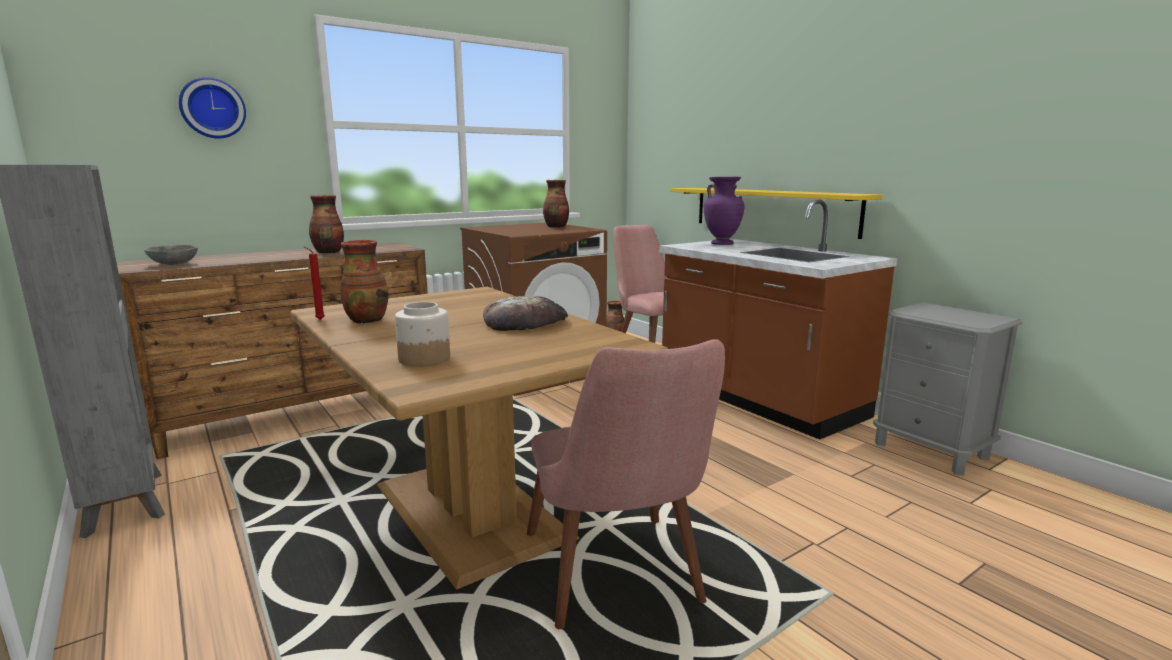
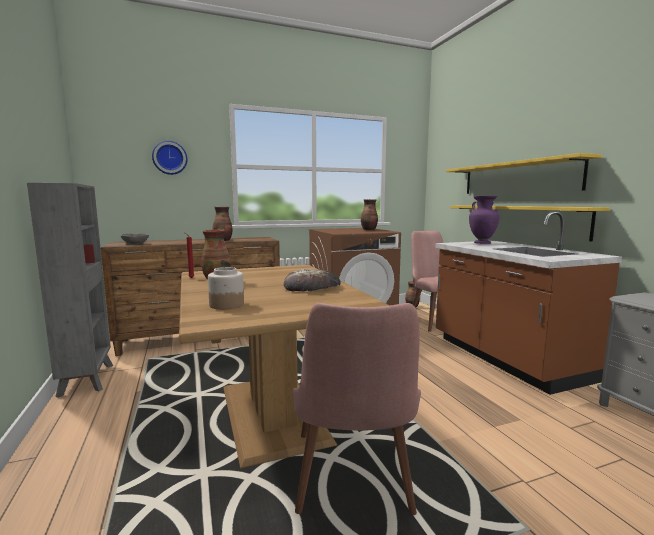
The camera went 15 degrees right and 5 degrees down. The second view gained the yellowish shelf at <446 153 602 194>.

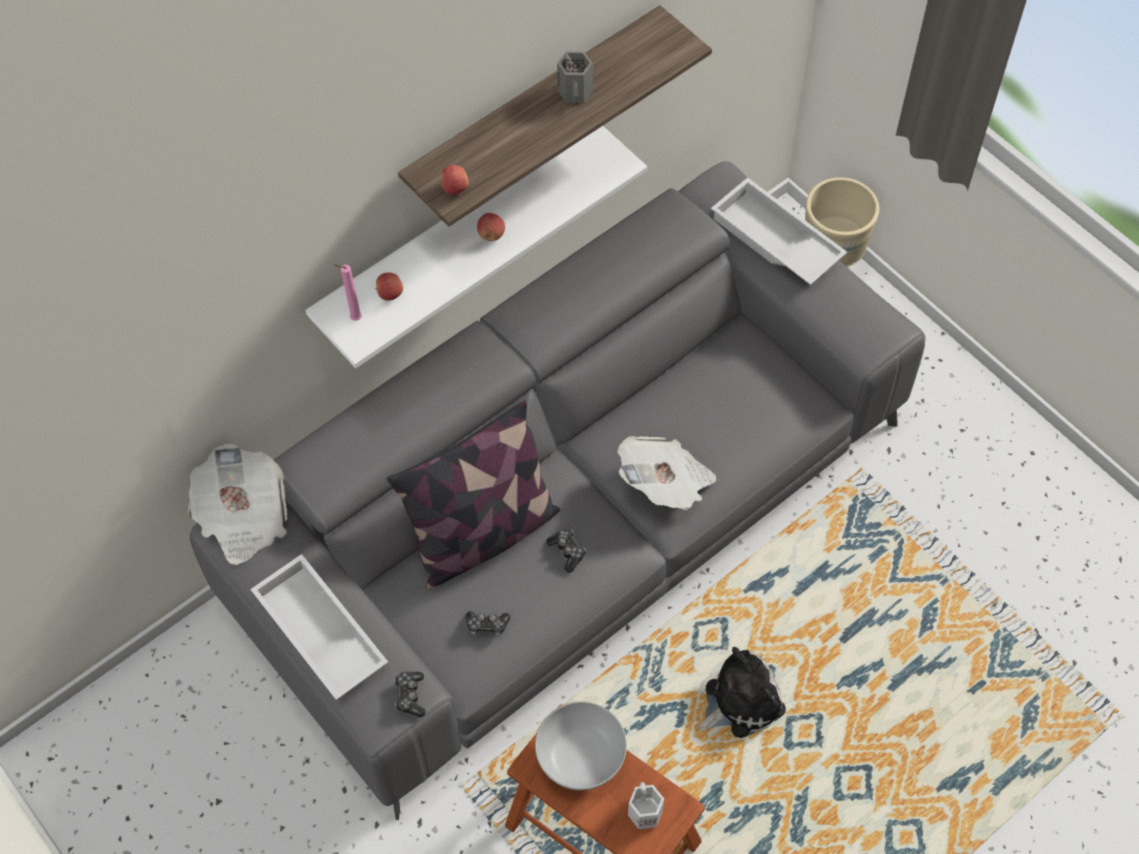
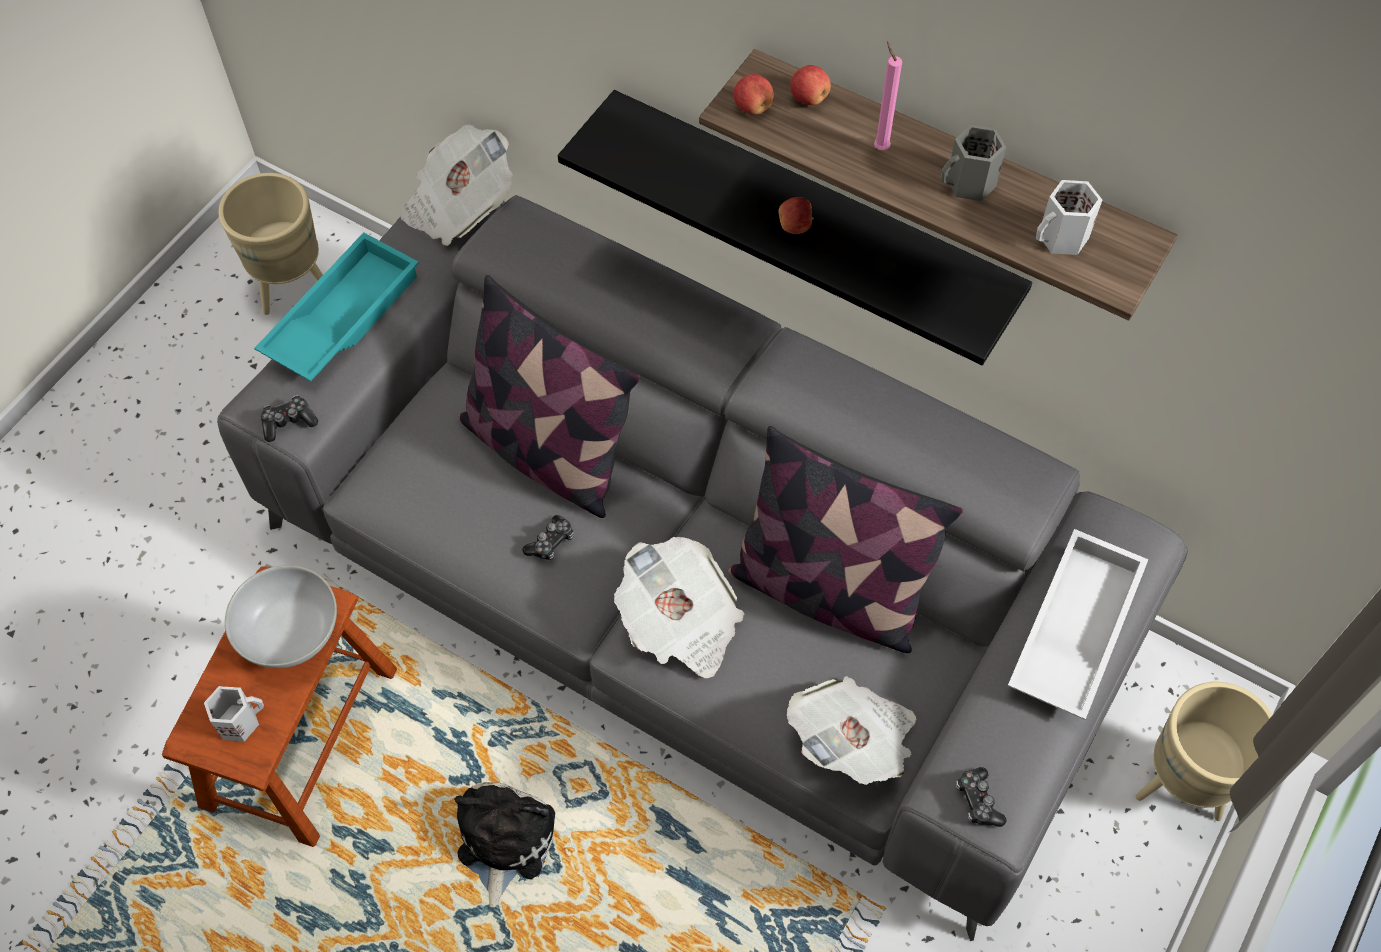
The camera went 70 degrees right and 0 degrees up. What was the white shelf at <305 126 647 368> turned into the black-coloured shelf at <558 90 1032 365>. The pinkish candle ended up elsewhere, having gone from <334 264 362 321> to <874 41 902 150>. The apple fruit ended up elsewhere, having gone from <375 272 403 301> to <790 65 831 105>. What was the white tray at <250 554 388 700> turned into the turquoise-coloured tray at <254 232 419 381>. The gamepad ended up elsewhere, having gone from <465 611 510 637> to <956 767 1007 827>. The soft toy at <698 647 786 738> ended up facing another way, 120 degrees counterclockwise from before. The second view gained the sand-coloured planter at <218 173 323 315>. The second view gained the white tea mug at <1036 180 1102 255>. The second view gained the throw pillow at <727 426 963 653>. The second view gained the printed paper at <787 676 916 785>.

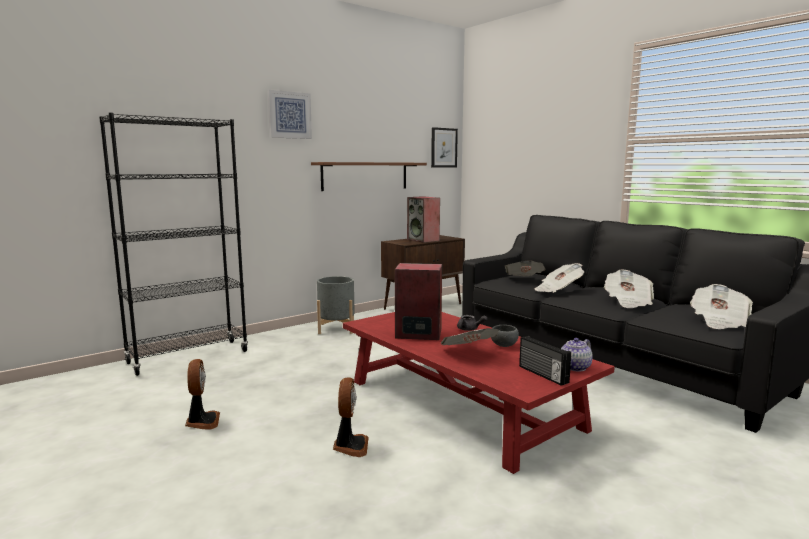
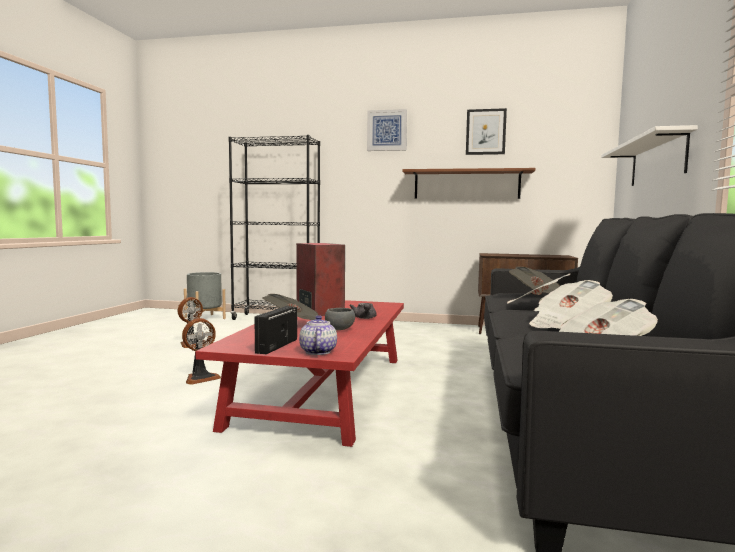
The camera went 50 degrees right and 5 degrees down. The wall art ended up elsewhere, having gone from <431 127 458 167> to <466 108 507 155>. The second view lost the audio speaker at <407 196 440 243>. The greyish planter ended up elsewhere, having gone from <317 276 355 334> to <184 272 226 323>. The pot for tea at <561 338 593 372> ended up facing another way, 75 degrees clockwise from before. The second view gained the white shelf at <601 125 698 186>.

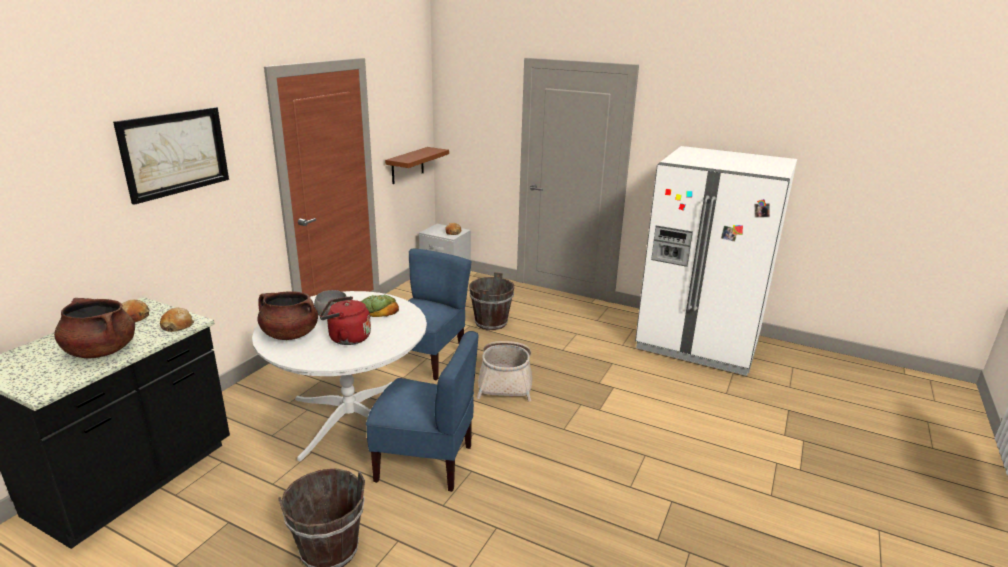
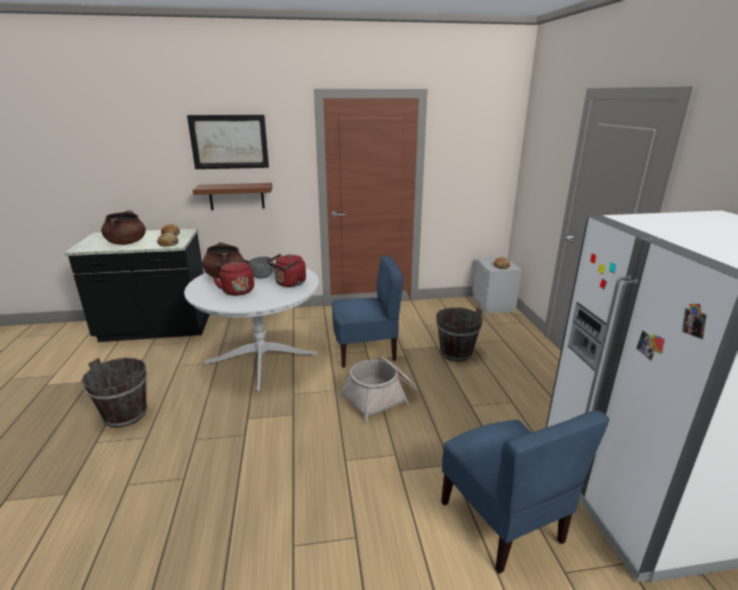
The camera went 55 degrees right and 0 degrees up. The brownish shelf ended up elsewhere, having gone from <385 147 449 184> to <193 183 272 210>. Where the bread stood at <361 295 399 317>, the red water kettle came to stand at <267 254 306 287>. The bluish upright chair ended up elsewhere, having gone from <366 331 479 492> to <441 411 609 574>.

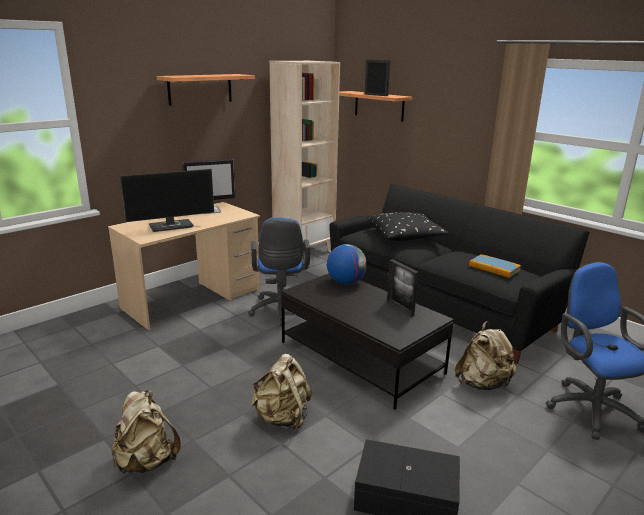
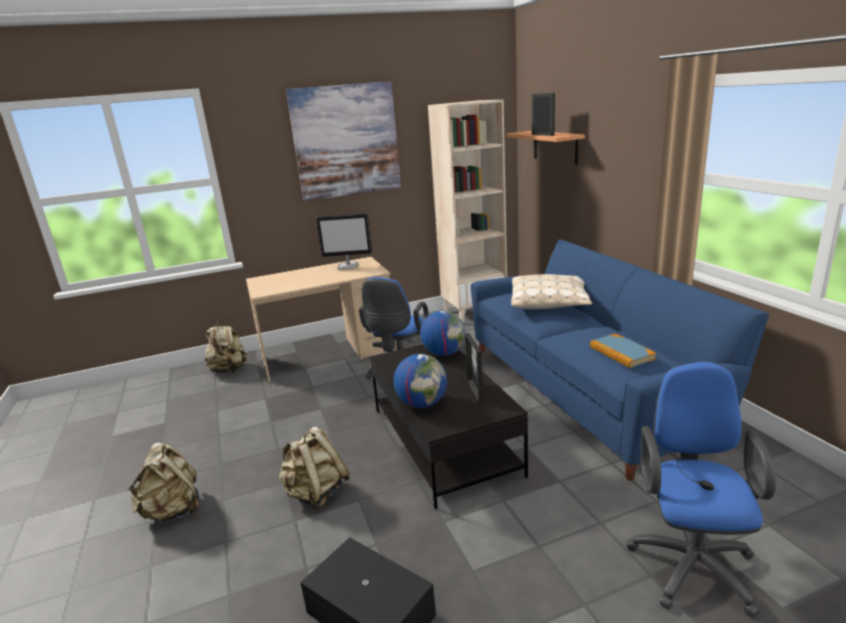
The camera went 25 degrees right and 0 degrees up. Where the shelf hung at <157 74 255 106>, the wall art came to hang at <286 81 401 201>. The second view lost the computer screen at <120 169 214 232>. What was the black-coloured sofa at <329 184 589 364> turned into the bluish sofa at <471 239 769 481>. What was the black-coloured throw pillow at <367 212 449 241> turned into the sand-coloured throw pillow at <511 274 592 309>. The sand-coloured knapsack ended up elsewhere, having gone from <455 321 516 390> to <205 319 247 373>. The second view gained the world globe at <394 354 447 408>.

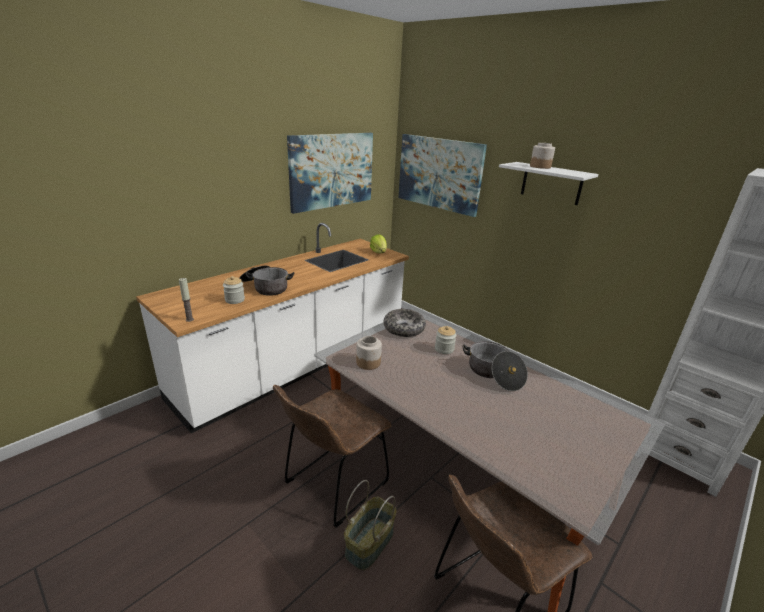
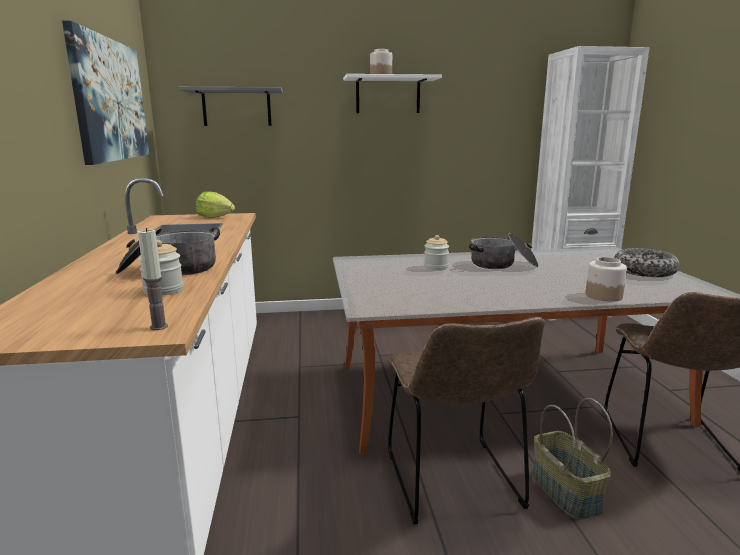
The camera went 50 degrees left and 10 degrees down. Where the wall art hung at <398 134 487 217>, the greyish shelf came to hang at <179 87 283 126>. The deep dish ended up elsewhere, having gone from <384 309 426 337> to <614 248 680 277>. The jar ended up elsewhere, having gone from <356 336 382 370> to <585 257 627 302>.

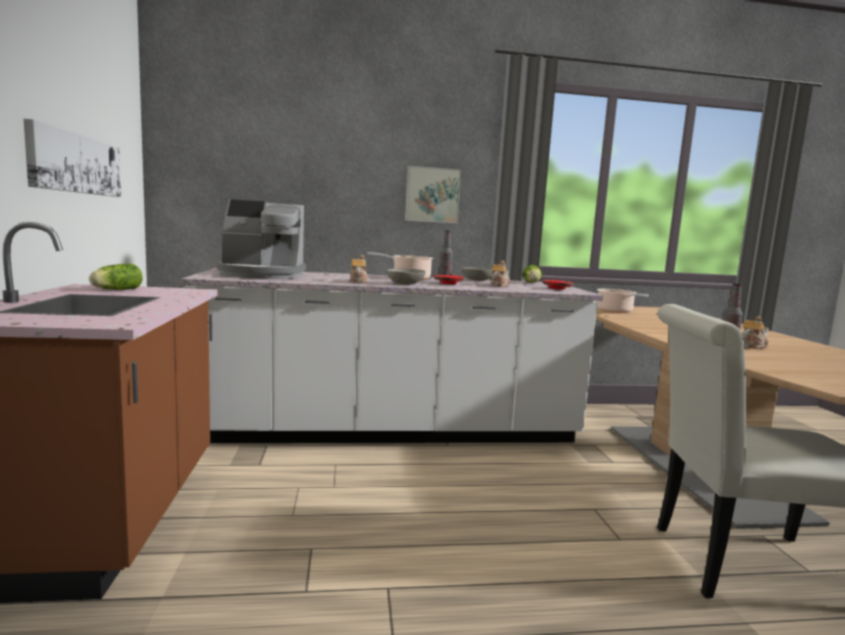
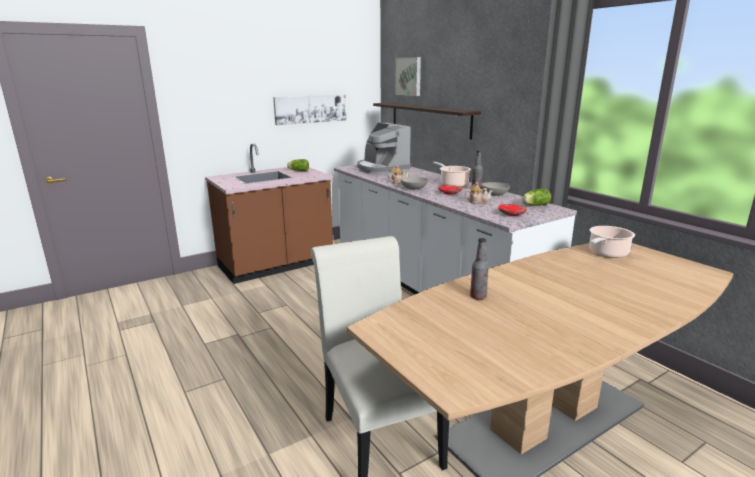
The camera went 65 degrees right and 10 degrees up. The wall art ended up elsewhere, having gone from <405 166 462 224> to <395 57 421 96>. The second view lost the pot for tea at <742 316 769 349>. The second view gained the shelf at <373 102 481 139>.

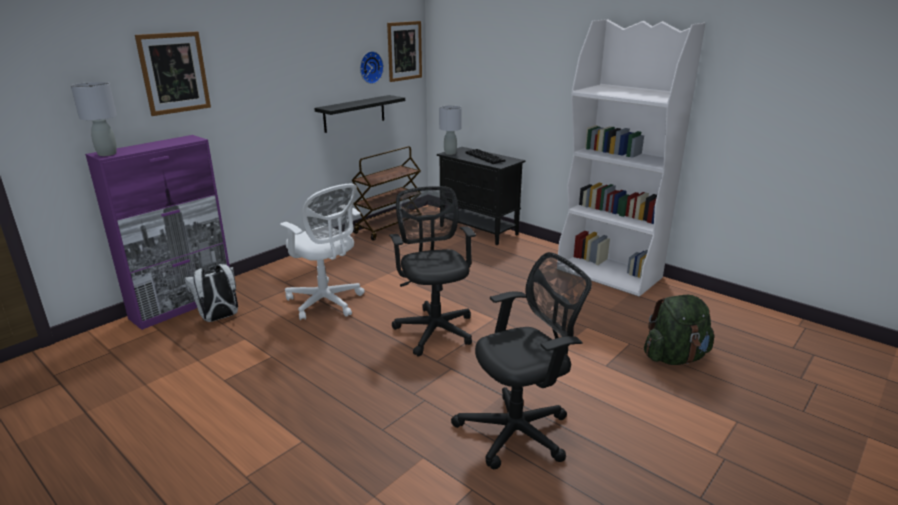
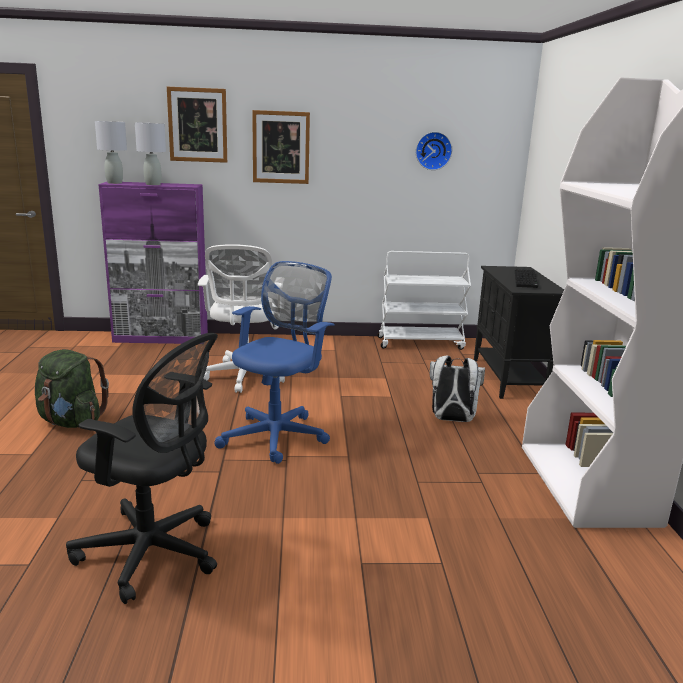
The camera went 45 degrees right and 5 degrees down. The wall art ended up elsewhere, having gone from <387 21 422 82> to <252 110 310 184>. The second view lost the black-coloured shelf at <314 95 405 133>. The greyish table lamp ended up elsewhere, having gone from <439 106 462 155> to <135 123 166 185>. What was the brownish trolley at <351 146 421 241> turned into the white trolley at <377 251 471 350>. What was the black-coloured office chair at <389 186 476 357> turned into the bluish office chair at <214 261 335 464>. The white knapsack ended up elsewhere, having gone from <184 264 238 322> to <430 356 485 422>. The greenish knapsack ended up elsewhere, having gone from <644 295 714 365> to <35 349 109 428>.

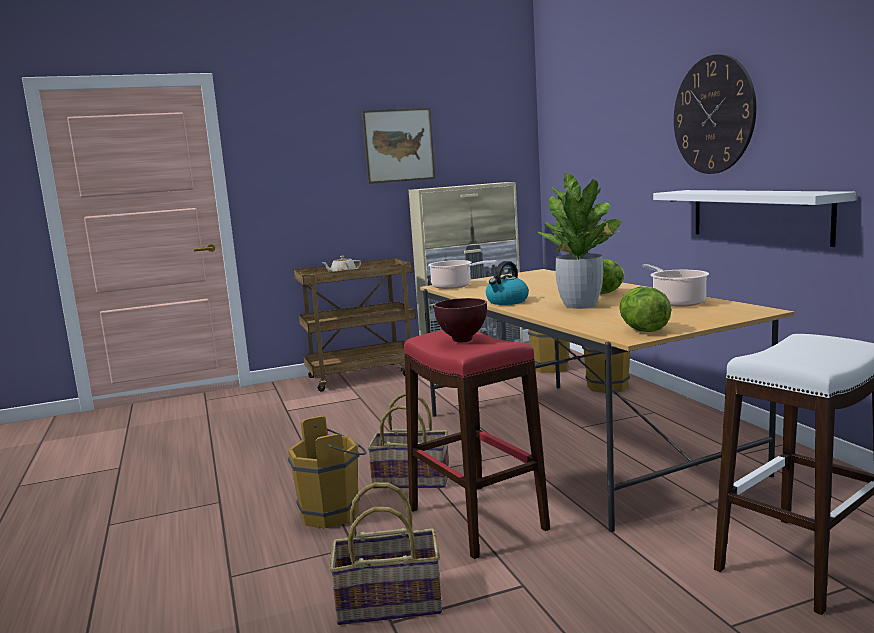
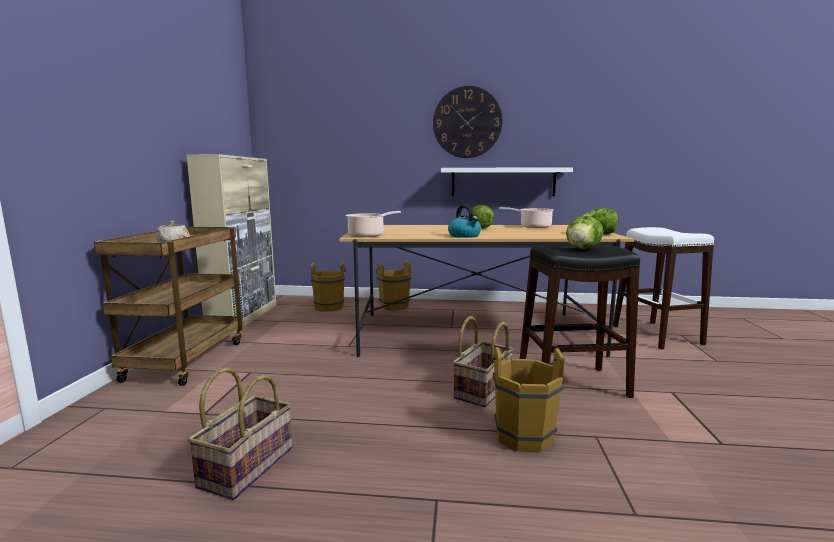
The camera went 65 degrees left and 0 degrees up. The second view lost the wall art at <362 108 435 184>. The second view lost the potted plant at <538 174 622 309>. Where the brownish deep dish stood at <434 298 487 342>, the head of lettuce came to stand at <566 216 604 249>. What was the red sitting stool at <404 330 550 559> turned into the black-coloured sitting stool at <520 245 640 398>. The basket ended up elsewhere, having gone from <329 482 442 625> to <188 367 293 500>.

